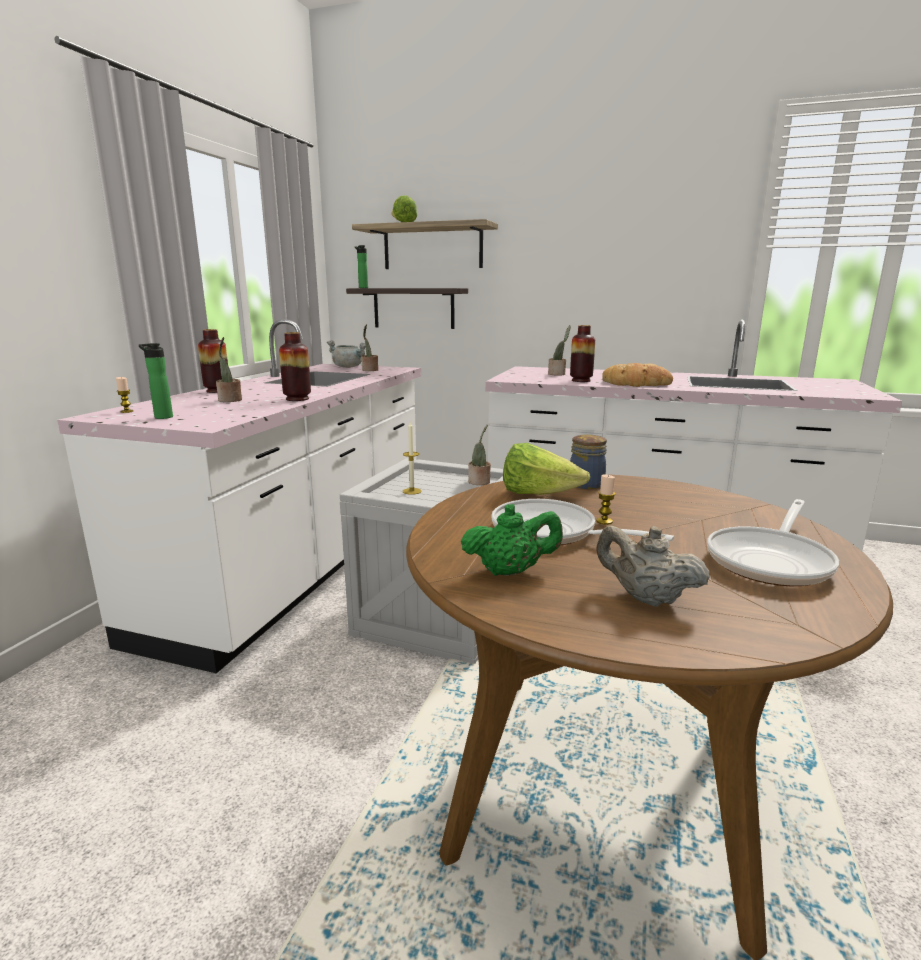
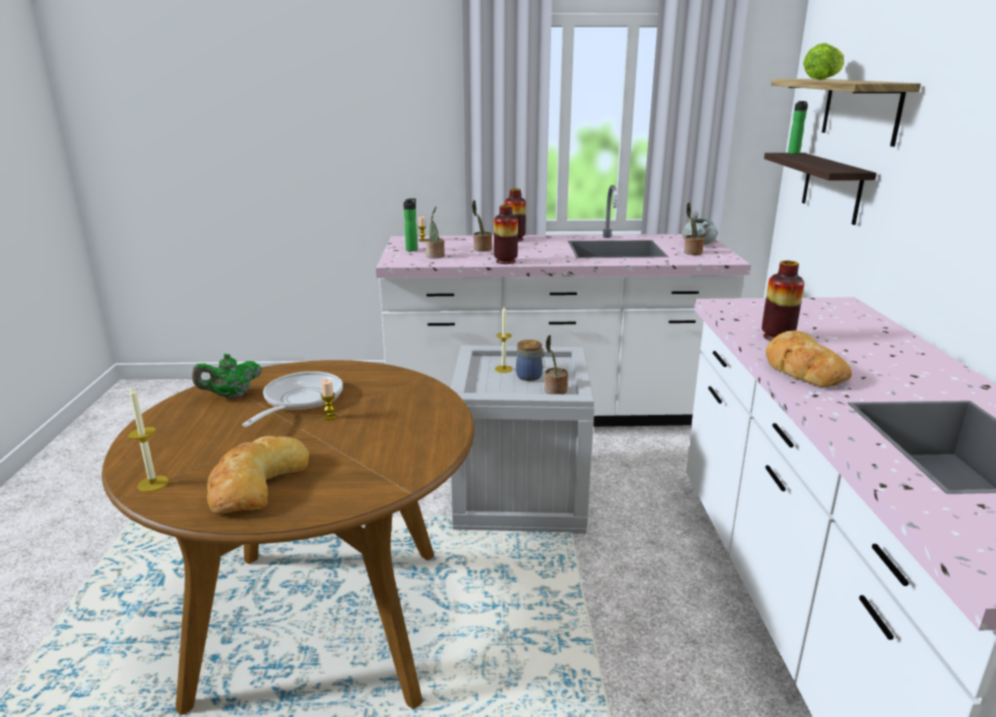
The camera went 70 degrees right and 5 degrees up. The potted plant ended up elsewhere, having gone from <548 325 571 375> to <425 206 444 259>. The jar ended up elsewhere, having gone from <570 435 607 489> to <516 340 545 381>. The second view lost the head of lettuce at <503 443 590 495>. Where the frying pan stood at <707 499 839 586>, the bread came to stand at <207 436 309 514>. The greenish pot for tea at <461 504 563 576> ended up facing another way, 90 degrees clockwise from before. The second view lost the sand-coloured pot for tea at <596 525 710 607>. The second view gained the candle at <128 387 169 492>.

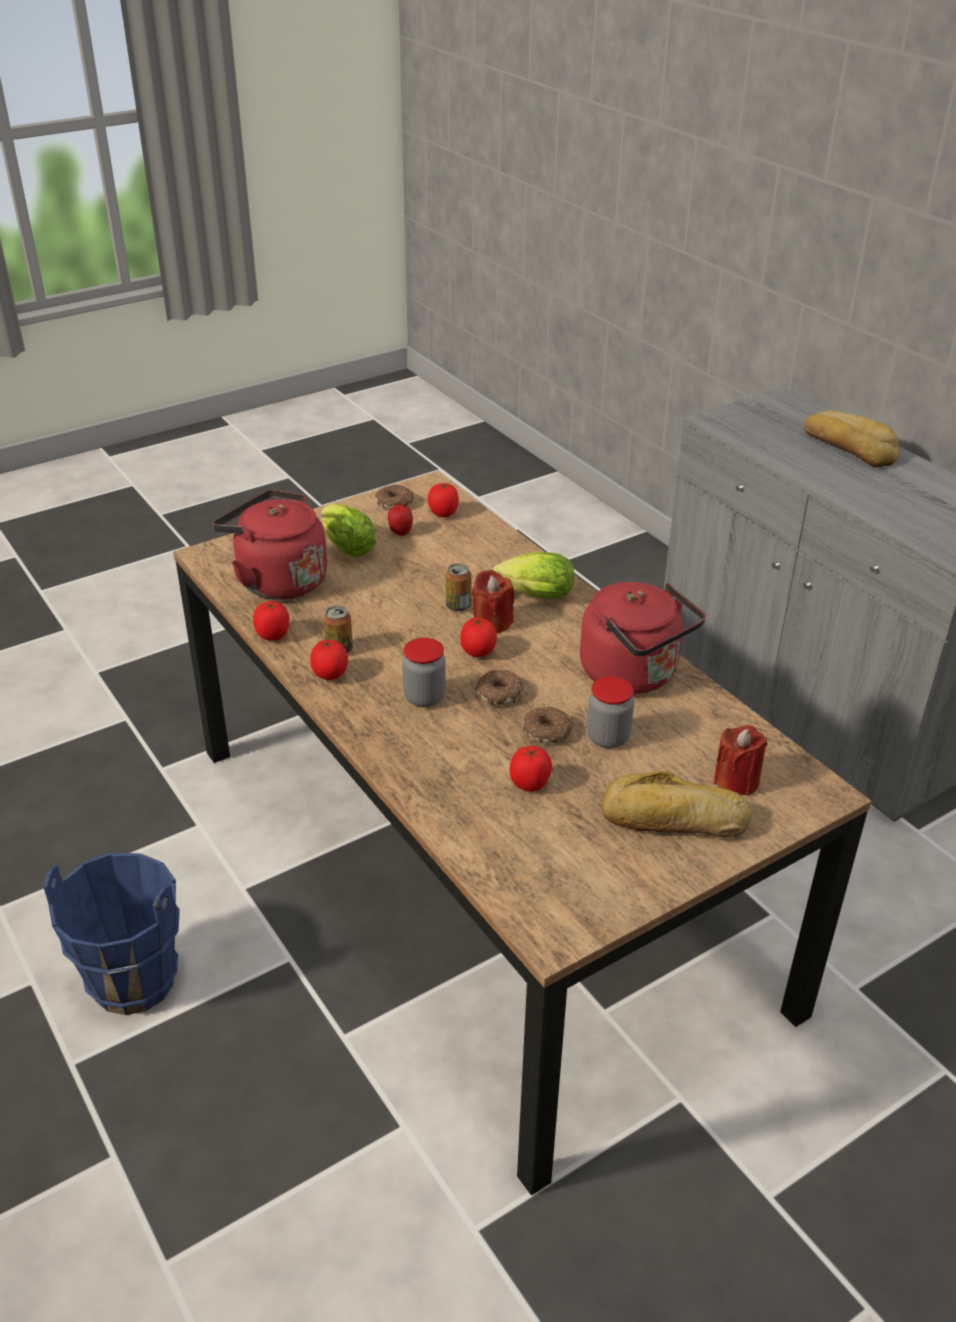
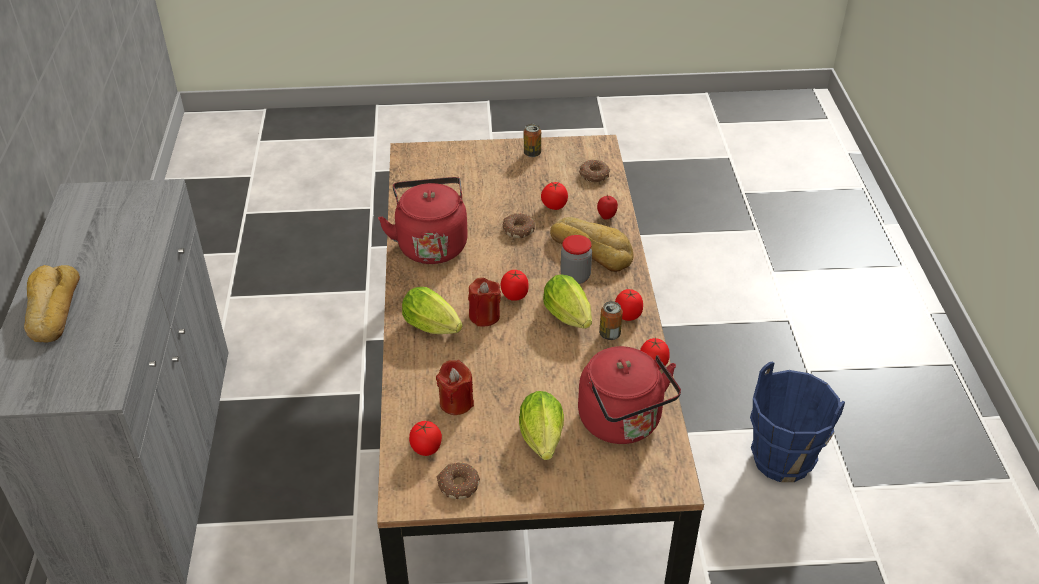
The camera went 150 degrees left and 5 degrees up. The apple fruit ended up elsewhere, having gone from <388 503 413 536> to <597 195 618 219>. The metal can ended up elsewhere, having gone from <446 563 472 612> to <524 124 541 157>. The donut ended up elsewhere, having gone from <475 670 524 706> to <579 160 610 182>. The second view lost the jar at <587 676 634 748>. The red candle ended up elsewhere, having gone from <713 725 768 796> to <436 360 474 415>. The bread ended up elsewhere, having gone from <601 771 752 838> to <550 217 633 272>. The second view gained the head of lettuce at <543 274 592 329>.

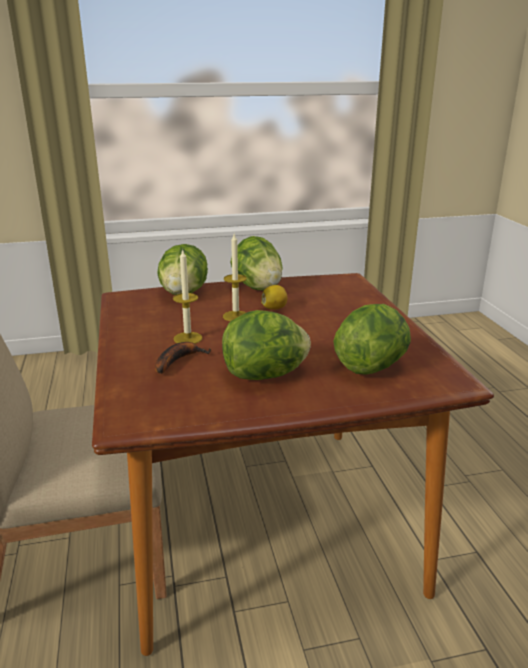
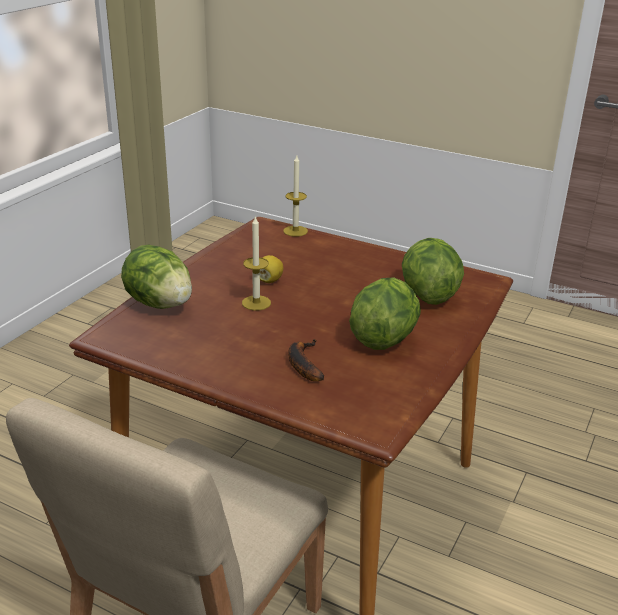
The camera went 50 degrees left and 5 degrees up. The second view lost the head of lettuce at <230 236 282 291>. The candle ended up elsewhere, having gone from <173 248 202 344> to <283 156 308 237>.

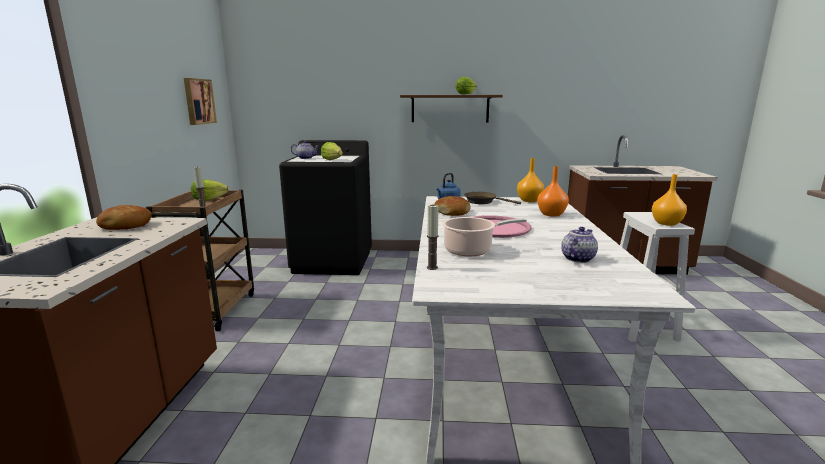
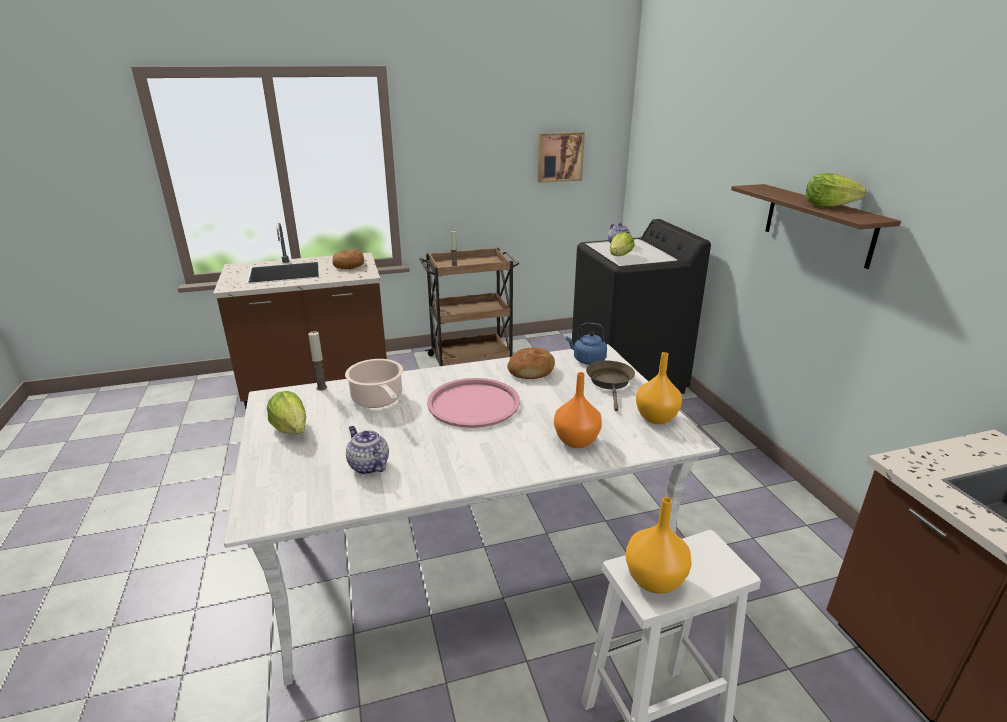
The camera went 70 degrees right and 10 degrees up. The head of lettuce ended up elsewhere, having gone from <191 179 229 201> to <267 391 306 435>. The pot for tea at <561 227 598 263> ended up facing another way, 150 degrees counterclockwise from before.

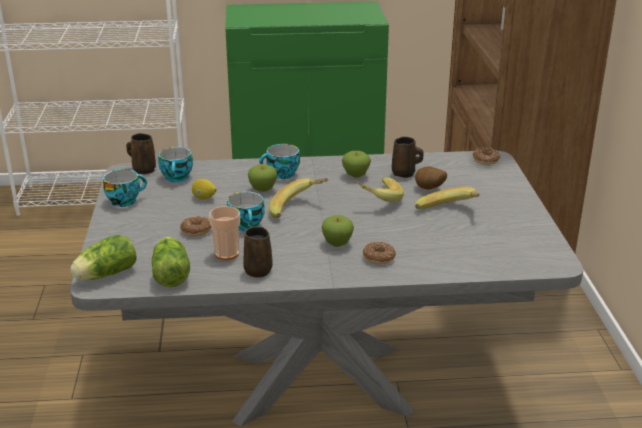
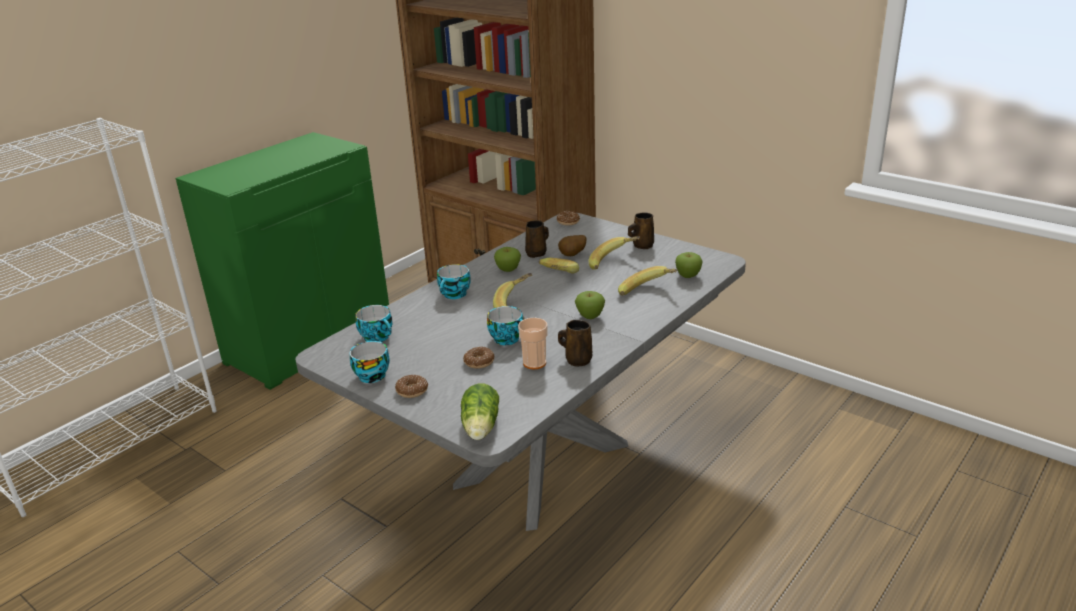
The camera went 45 degrees left and 0 degrees up. The brownish tea mug ended up elsewhere, having gone from <126 133 156 174> to <628 213 654 249>. The apple fruit ended up elsewhere, having gone from <248 164 278 192> to <675 252 703 278>. The second view lost the whole lemon at <192 179 217 199>. The second view lost the head of lettuce at <152 237 190 287>. The donut ended up elsewhere, having gone from <363 242 396 265> to <395 375 428 398>. The second view gained the whole banana at <618 266 678 296>.

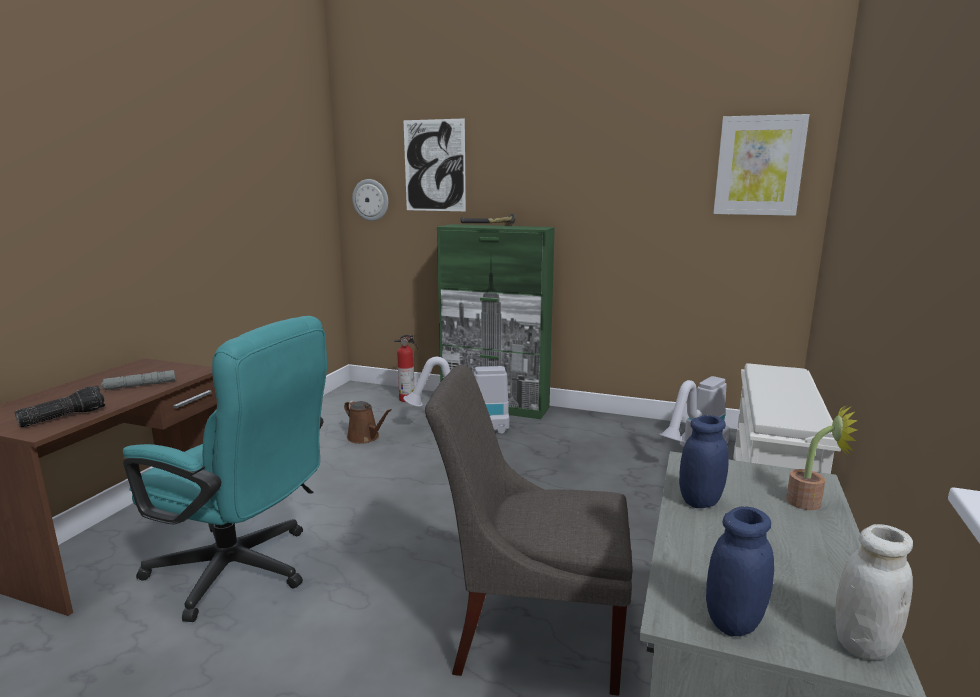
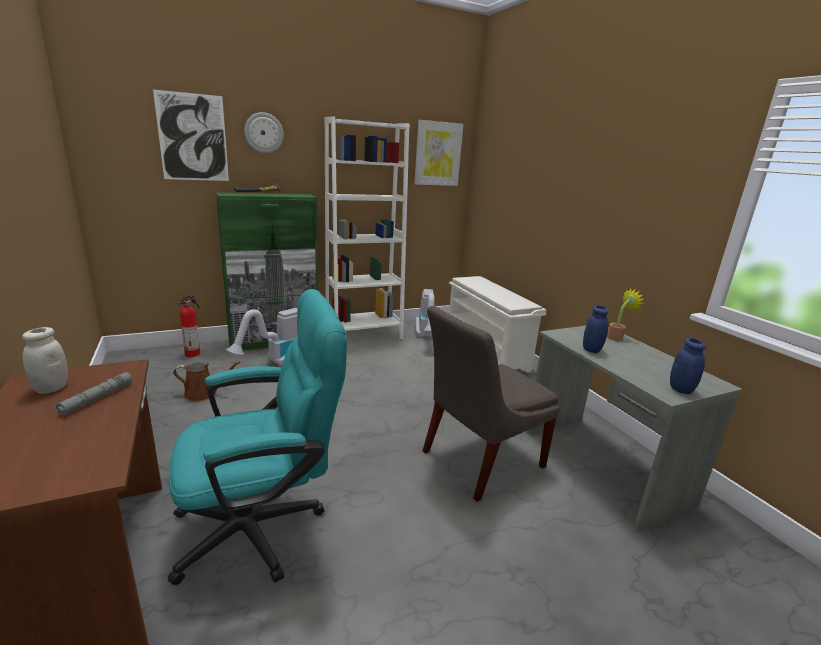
The camera went 45 degrees left and 5 degrees up. The wall clock ended up elsewhere, having gone from <352 179 388 221> to <244 112 284 153>. The second view lost the hand torch at <14 386 105 427>. The white jar ended up elsewhere, having gone from <835 524 913 660> to <22 327 68 394>. The second view gained the white bookshelf at <325 116 410 339>.

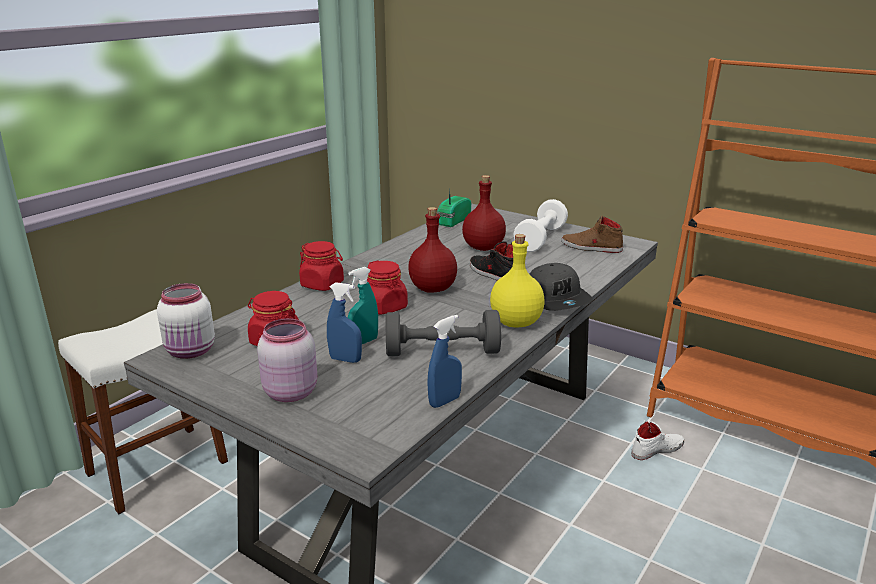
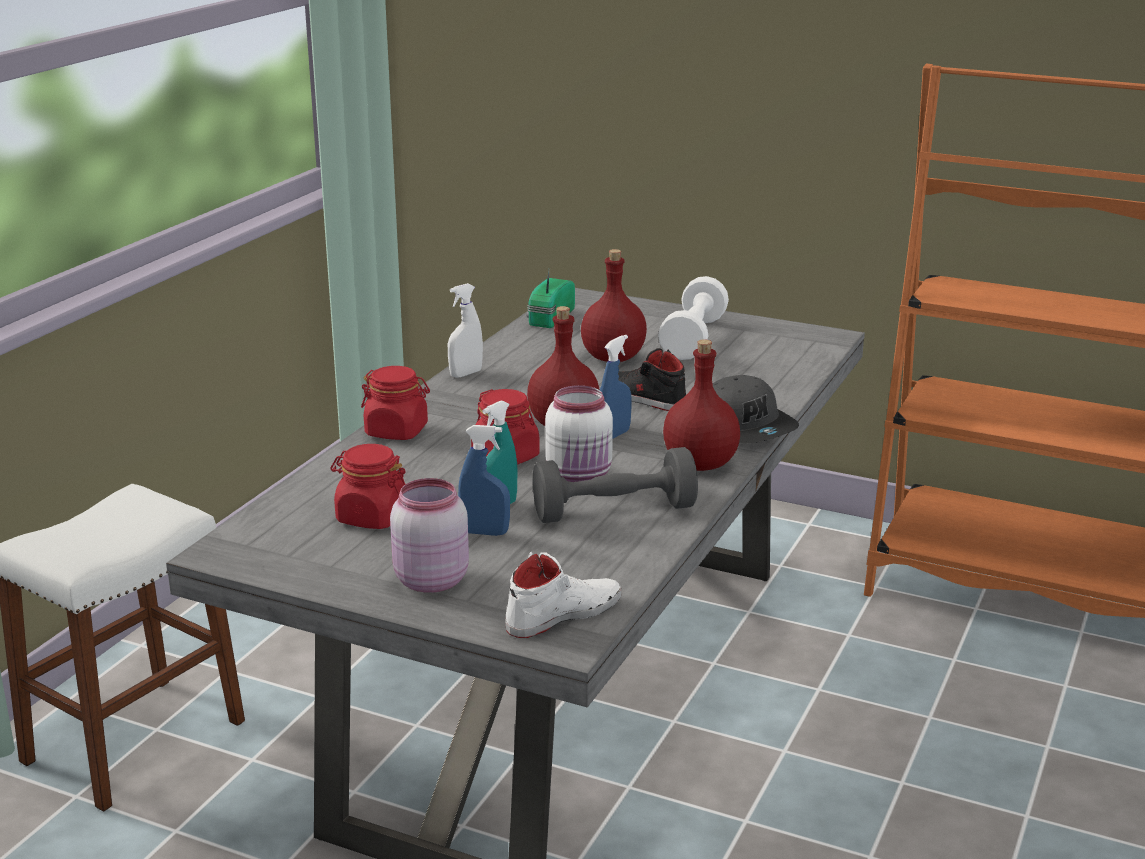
The camera went 10 degrees left and 0 degrees up. The second view lost the brownish shoe at <561 216 623 253>. What was the yellowish beverage bottle at <490 234 545 327> turned into the red beverage bottle at <663 339 740 471>. The white jar ended up elsewhere, having gone from <157 283 215 359> to <545 385 613 482>. The bluish sprayer ended up elsewhere, having gone from <427 315 462 408> to <600 335 632 439>. The white shoe ended up elsewhere, having gone from <631 421 684 460> to <505 552 621 638>. The second view gained the white sprayer at <448 283 483 378>.

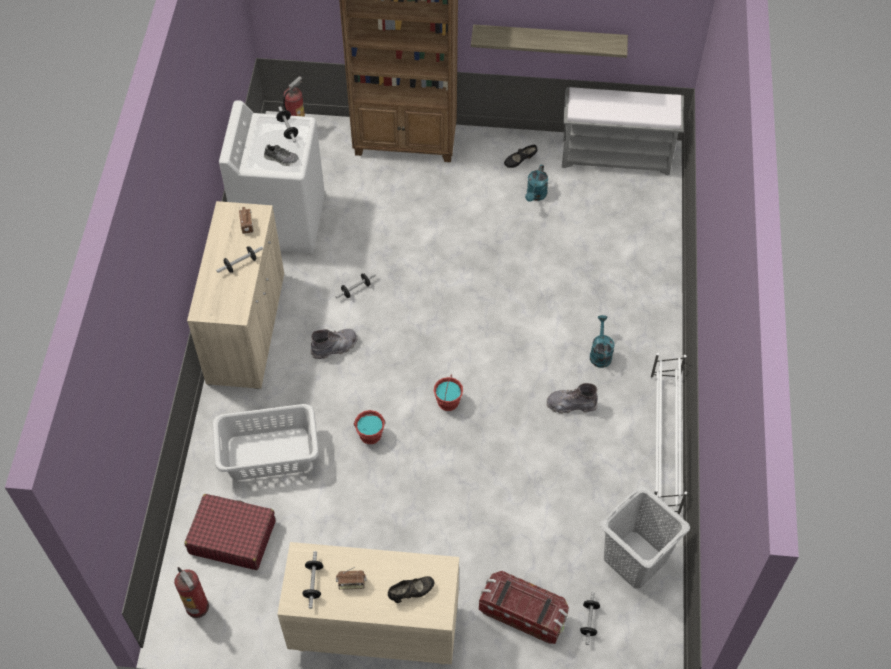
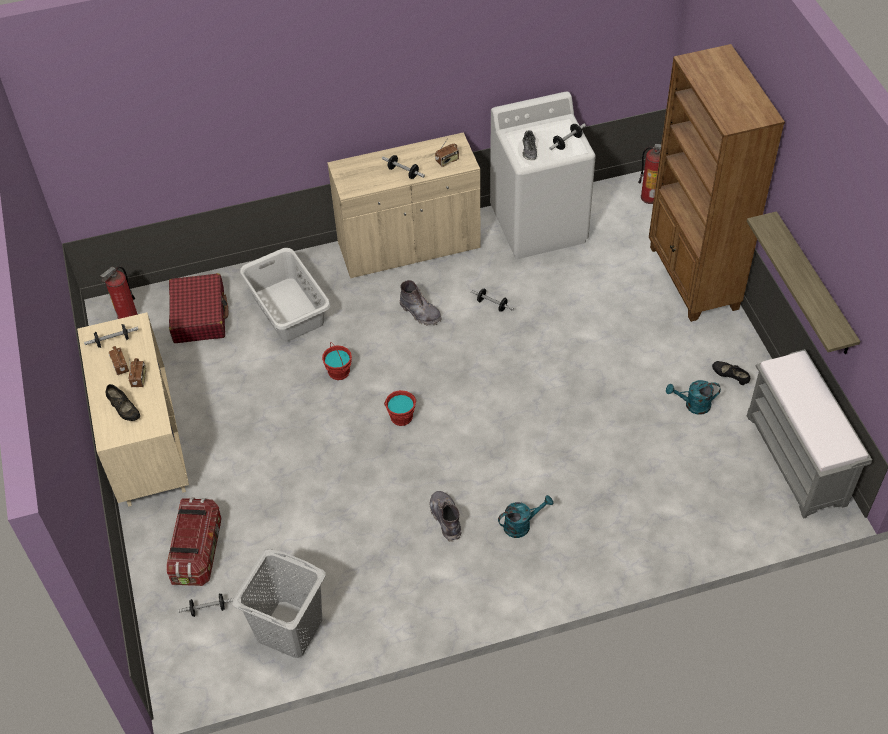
The camera went 70 degrees right and 5 degrees down. The second view lost the white shoe rack at <650 353 687 515>. The second view gained the radio set at <129 358 146 387>.

